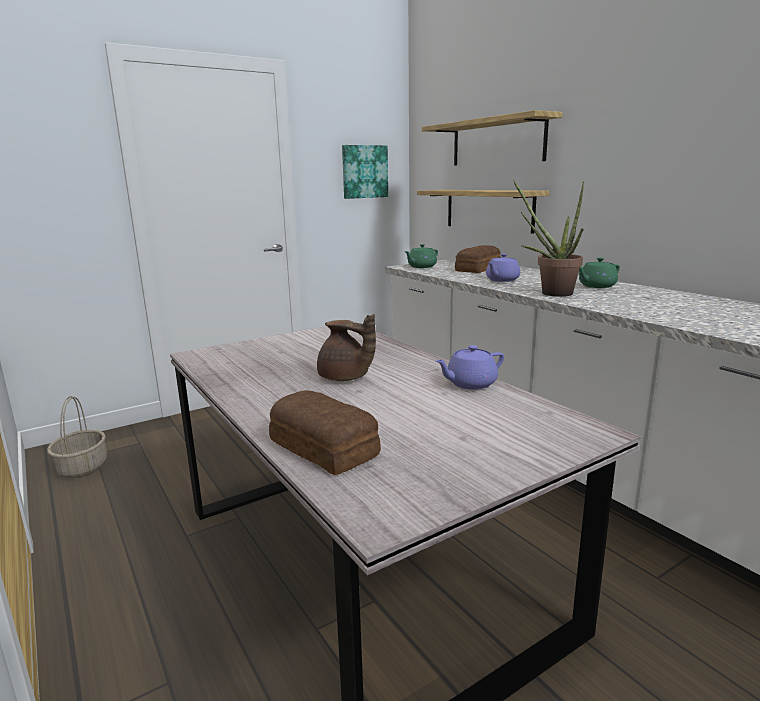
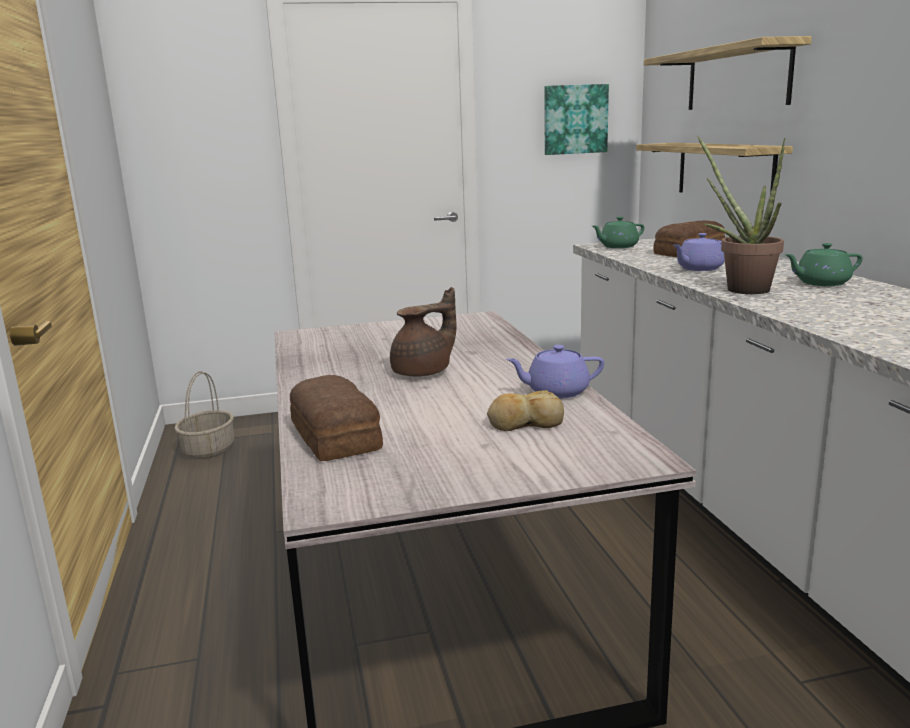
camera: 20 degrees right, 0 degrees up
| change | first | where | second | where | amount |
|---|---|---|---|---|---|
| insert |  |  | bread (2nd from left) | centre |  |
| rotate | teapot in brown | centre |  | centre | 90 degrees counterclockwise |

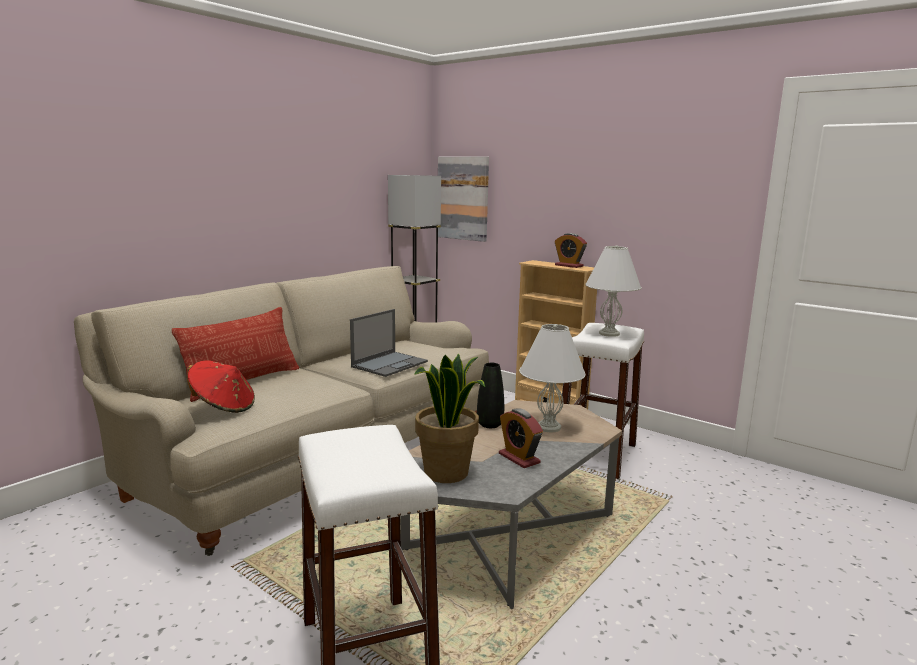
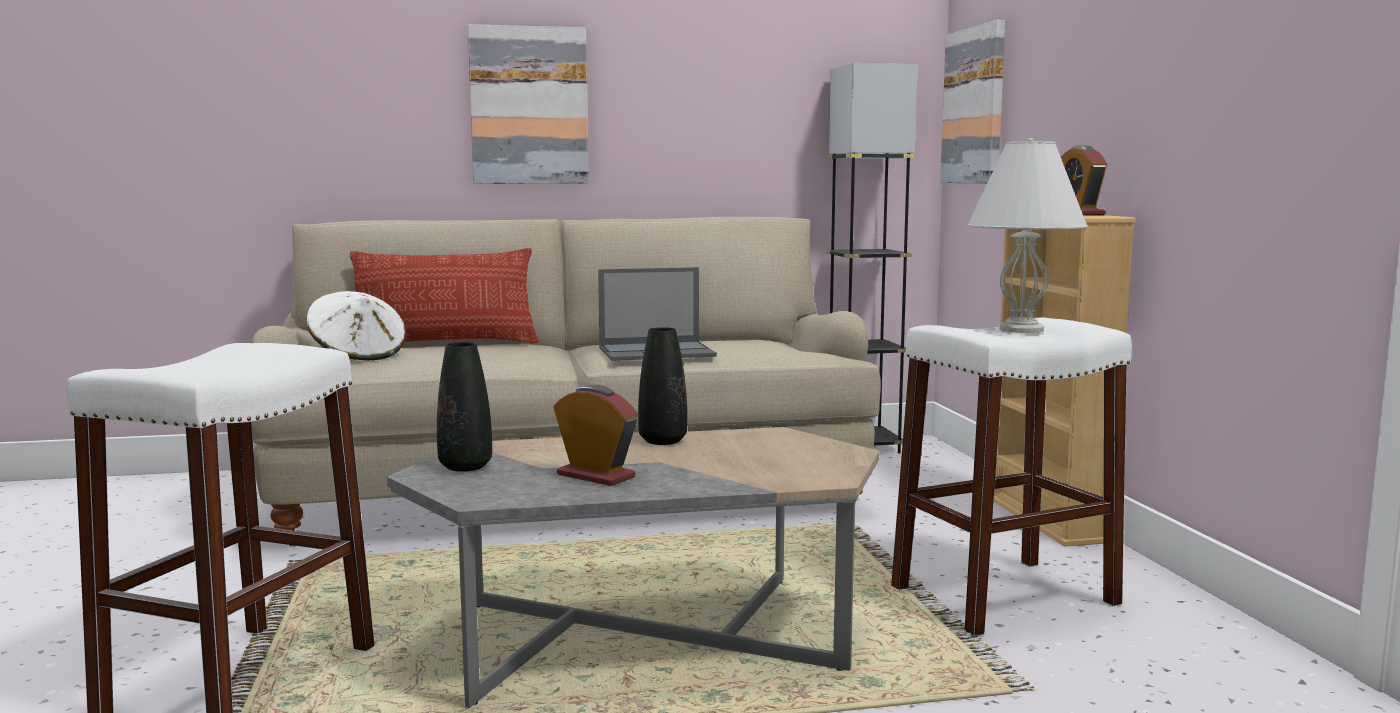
camera: 40 degrees right, 5 degrees down
| change | first | where | second | where | amount |
|---|---|---|---|---|---|
| delete | table lamp in white (1st from left) | centre |  |  |  |
| insert |  |  | picture (1st from left) | top centre |  |
| replace | potted plant | centre | vase in black (1st from left) | middle left |  |
| recolor | hat in red | middle left | hat in white | middle left |  |
| rotate | alarm clock (1st from left) | centre |  | centre | 120 degrees clockwise |

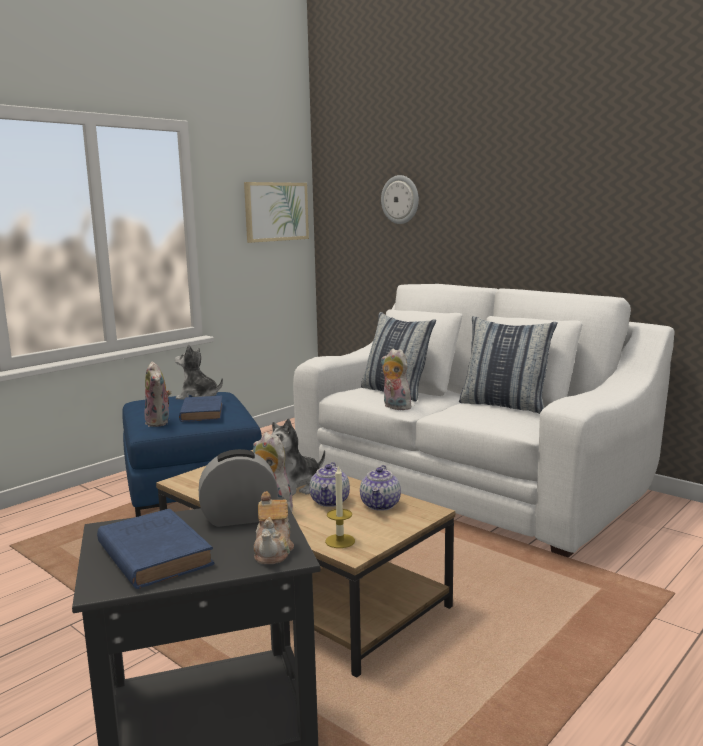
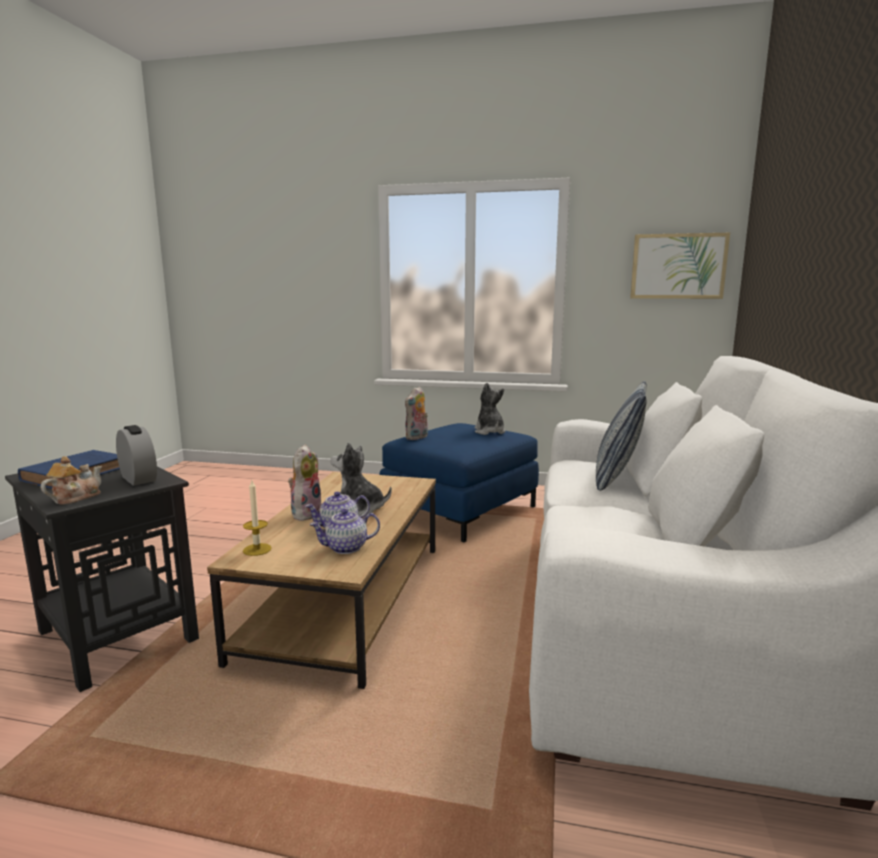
camera: 60 degrees right, 0 degrees up
| change | first | where | second | where | amount |
|---|---|---|---|---|---|
| delete | book in blue (2nd from left) | middle left |  |  |  |
| delete | wall clock | top centre |  |  |  |
| delete | plush toy (5th from left) | centre |  |  |  |
| delete | pillow (2nd from left) | middle right |  |  |  |
| rotate | teapot (1st from left) | bottom centre |  | middle left | 150 degrees clockwise |

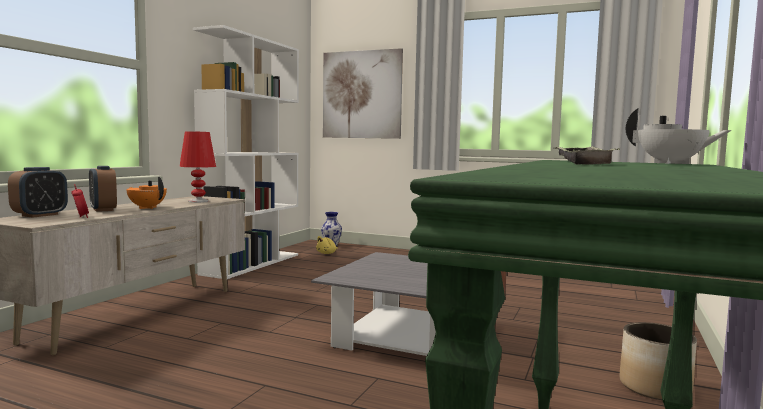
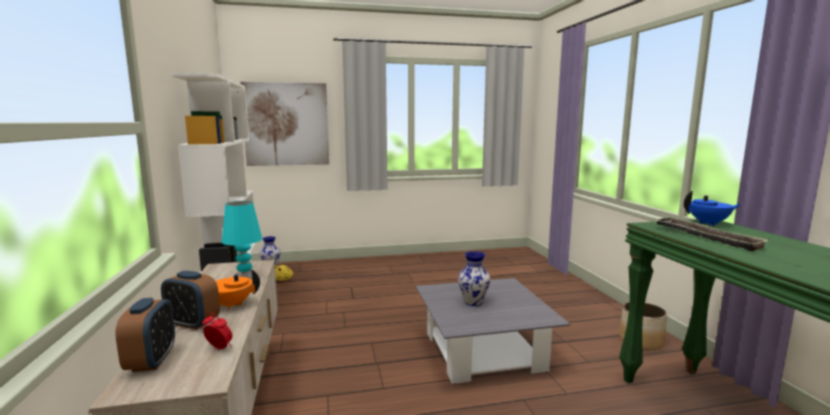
camera: 35 degrees left, 5 degrees up
| change | first | where | second | where | amount |
|---|---|---|---|---|---|
| insert |  |  | vase (2nd from left) | bottom centre |  |
| recolor | table lamp in red | middle left | table lamp in turquoise | middle left |  |
| recolor | teapot in white | top right | teapot in blue | middle right |  |

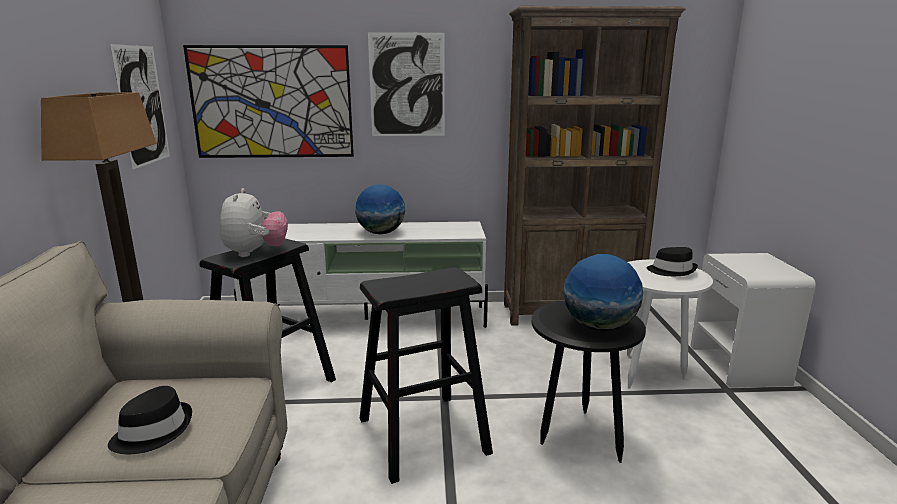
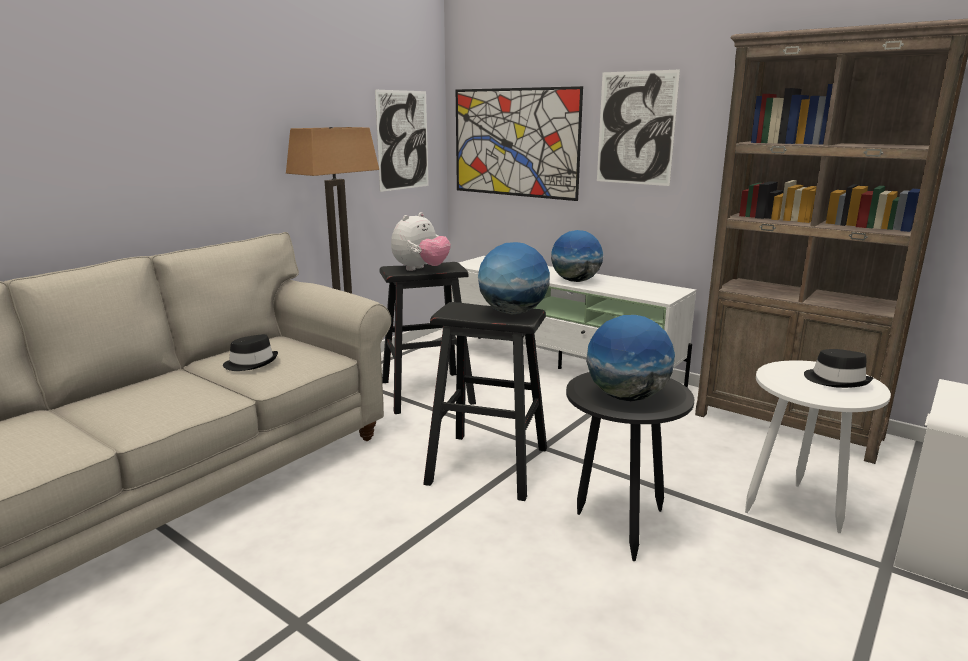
camera: 40 degrees right, 0 degrees up
| change | first | where | second | where | amount |
|---|---|---|---|---|---|
| insert |  |  | globe (1st from left) | centre |  |

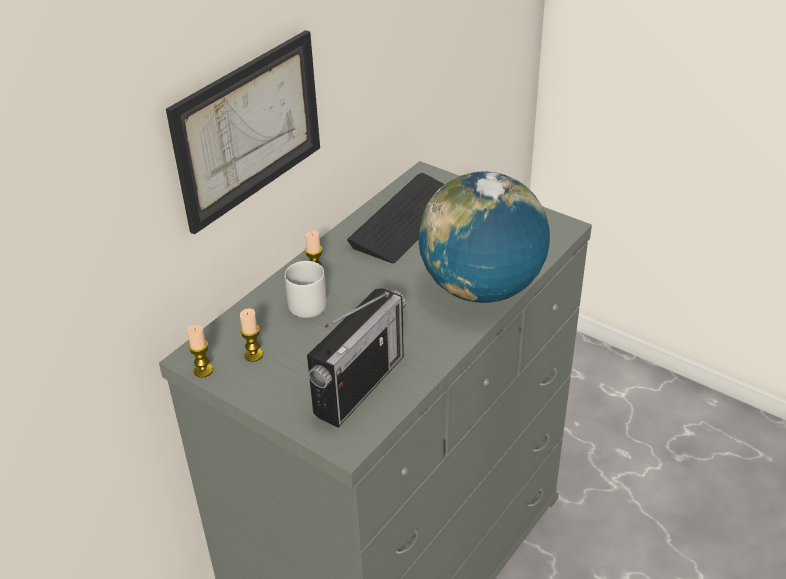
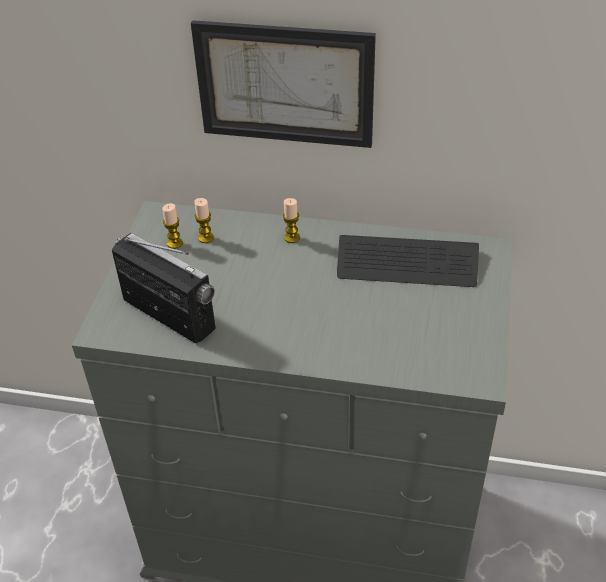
camera: 65 degrees right, 5 degrees up
| change | first | where | second | where | amount |
|---|---|---|---|---|---|
| delete | mug in grey | centre |  |  |  |
| delete | globe | centre |  |  |  |
| move | candle (1st from left in the first image) | middle left | candle (2nd from left) | centre |  |
| rotate | radio | centre |  | middle left | 150 degrees counterclockwise |

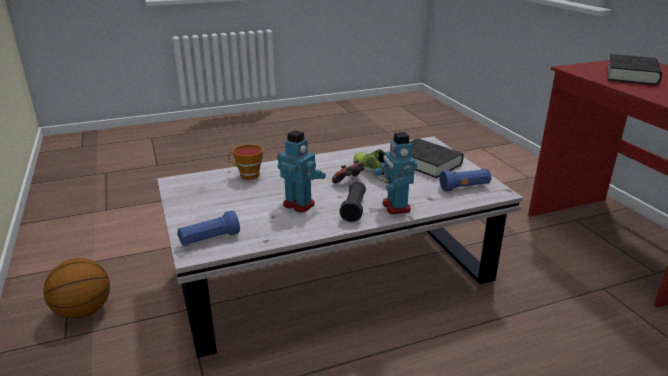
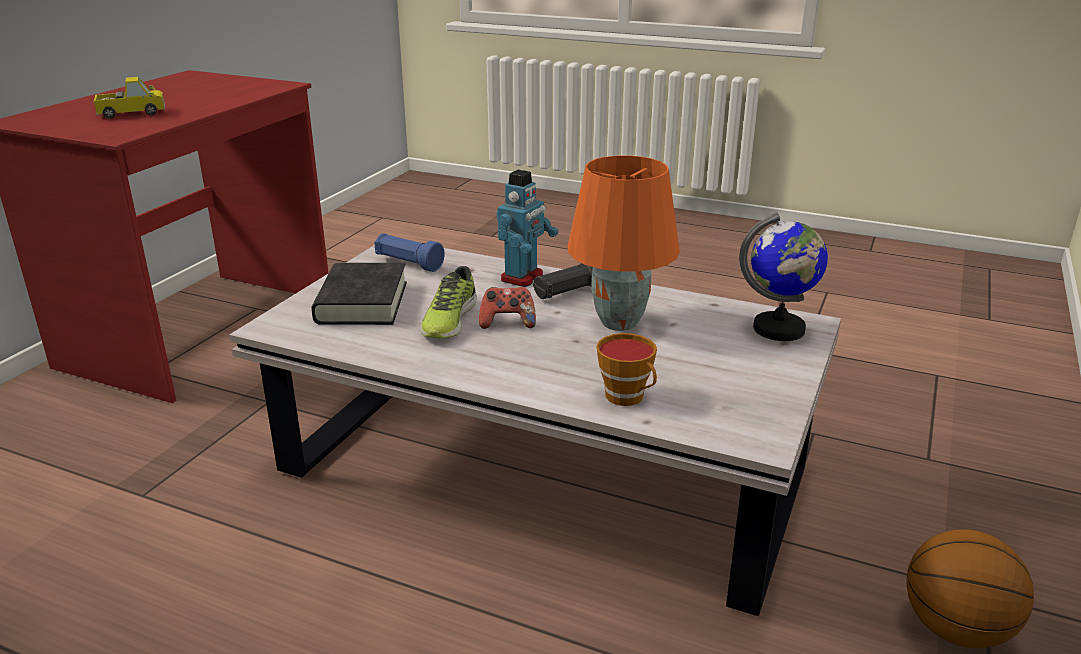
camera: 135 degrees left, 0 degrees up
| change | first | where | second | where | amount |
|---|---|---|---|---|---|
| replace | flashlight in blue (1st from left) | middle left | globe | middle right |  |
| replace | toy robot (1st from left) | centre | table lamp in orange | centre |  |
| replace | book in black (2nd from left) | top right | toy truck | top left |  |

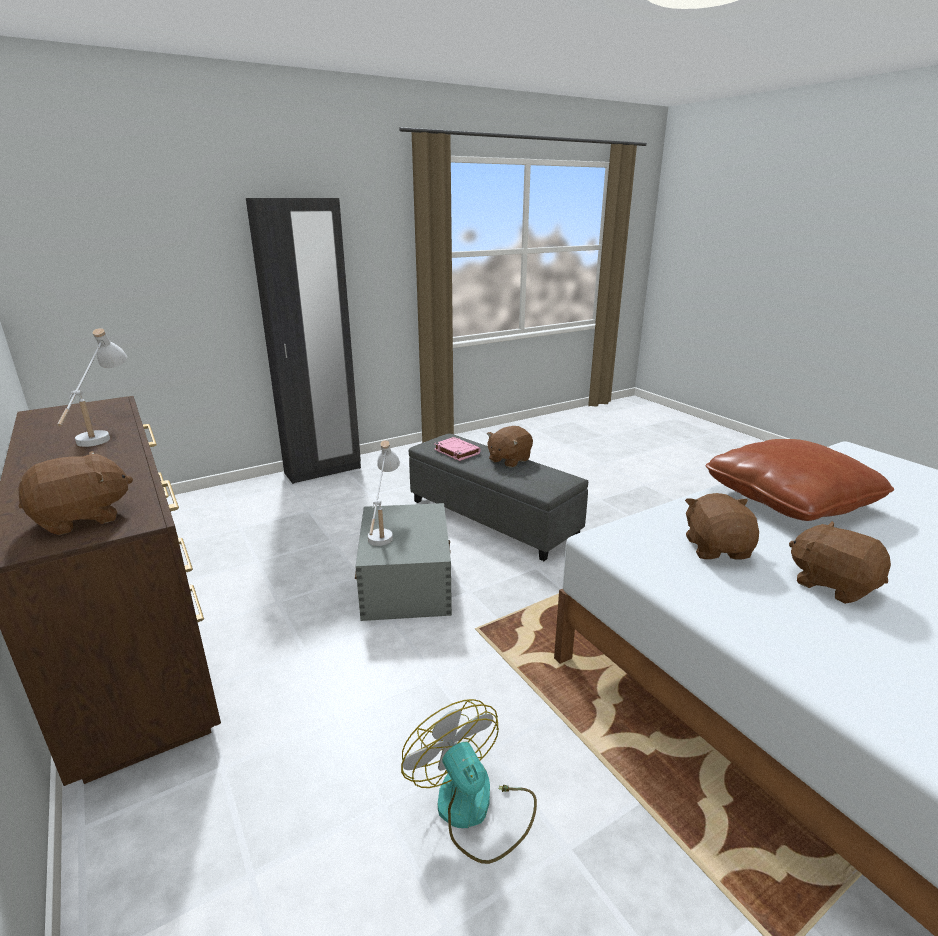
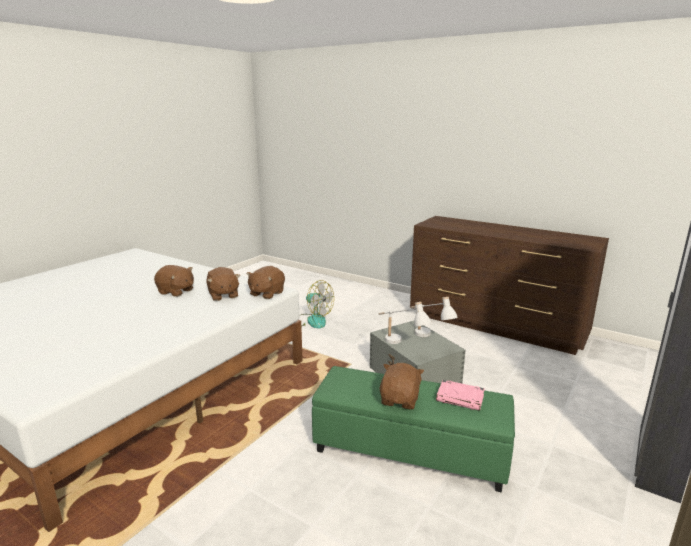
camera: 155 degrees right, 5 degrees down
| change | first | where | second | where | amount |
|---|---|---|---|---|---|
| delete | pillow in brown | middle right |  |  |  |
| move | plush toy in brown (1st from left in the first image) | middle left | plush toy in brown (3rd from left) | centre |  |
| move | table lamp in white (1st from left) | middle left |  | centre |  |
| recolor | ottoman in grey | centre | ottoman in green | bottom centre |  |

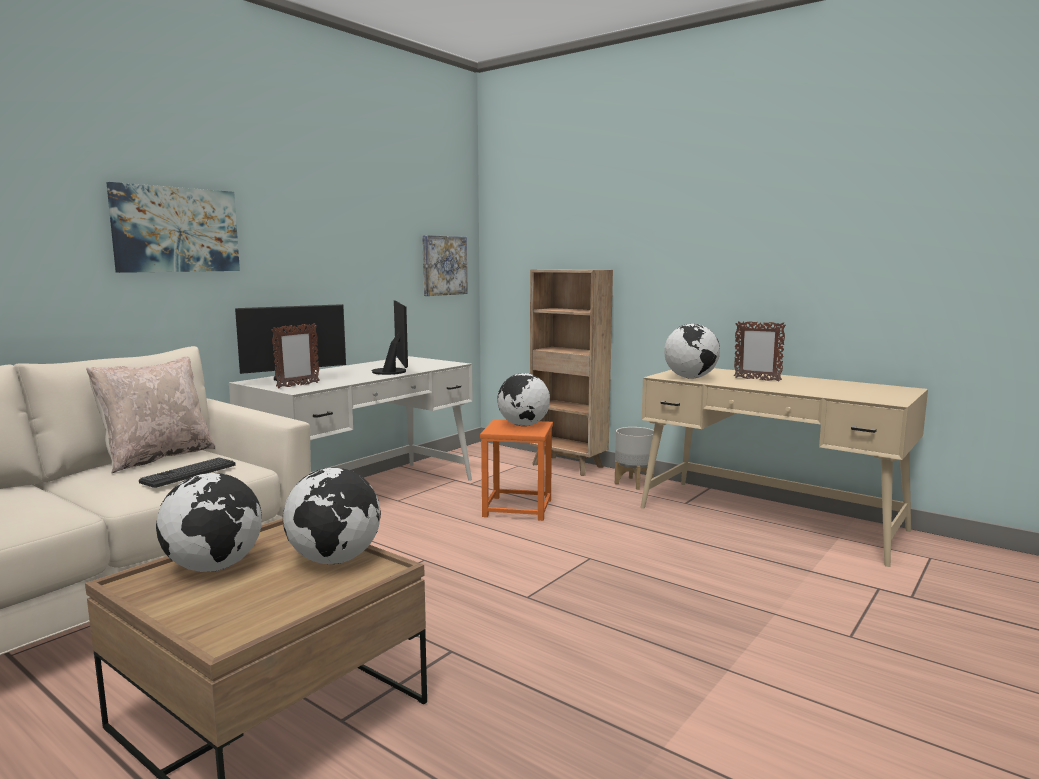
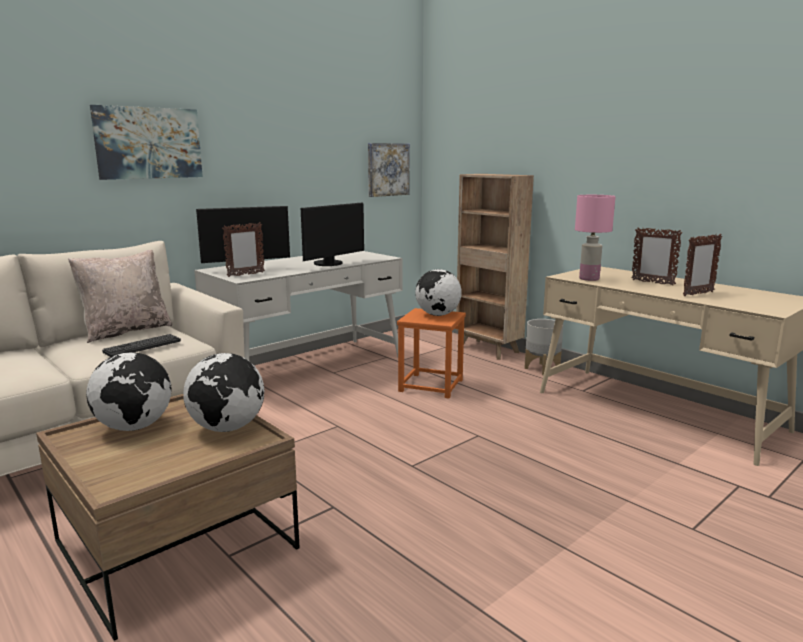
camera: 10 degrees right, 5 degrees up
| change | first | where | second | where | amount |
|---|---|---|---|---|---|
| insert |  |  | picture frame (3rd from left) | middle right |  |
| replace | globe (4th from left) | centre | table lamp in pink | middle right |  |
| rotate | monitor (2nd from left) | centre |  | centre | 45 degrees clockwise |

